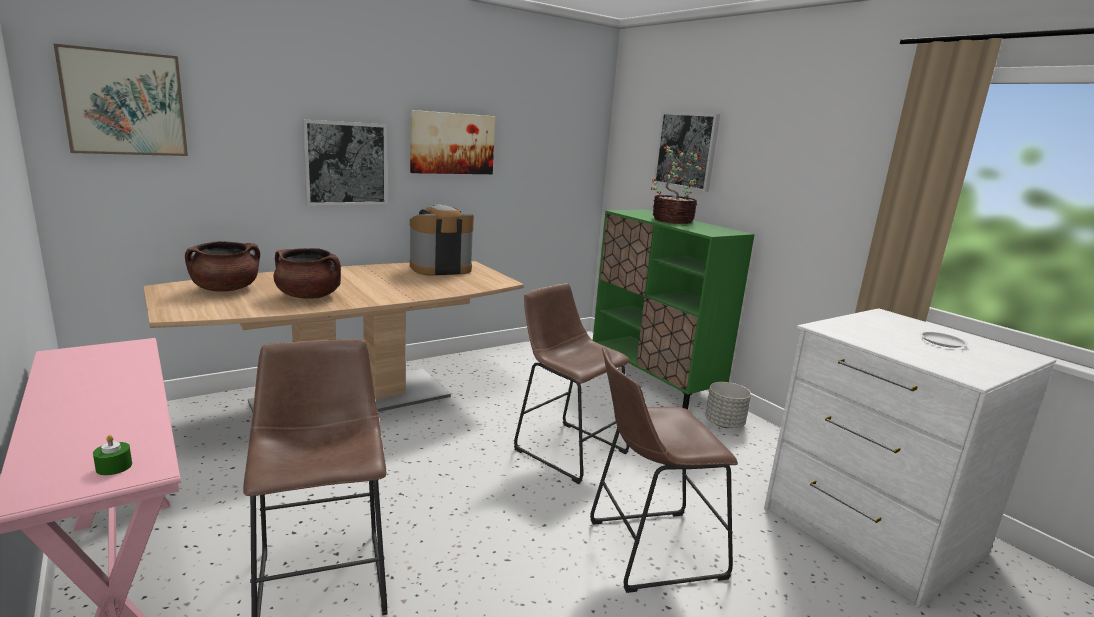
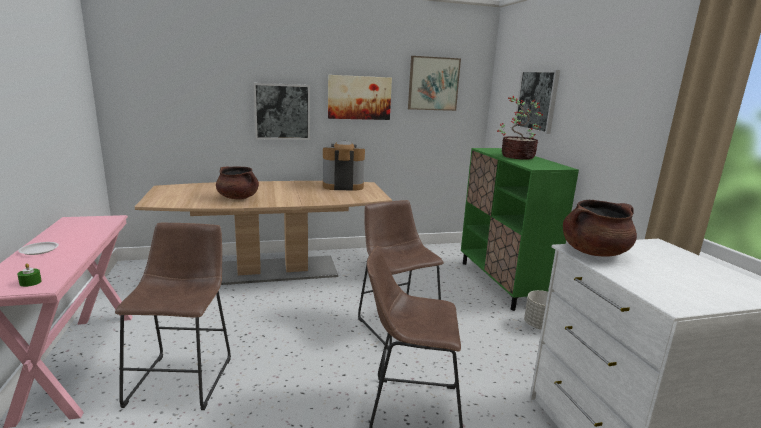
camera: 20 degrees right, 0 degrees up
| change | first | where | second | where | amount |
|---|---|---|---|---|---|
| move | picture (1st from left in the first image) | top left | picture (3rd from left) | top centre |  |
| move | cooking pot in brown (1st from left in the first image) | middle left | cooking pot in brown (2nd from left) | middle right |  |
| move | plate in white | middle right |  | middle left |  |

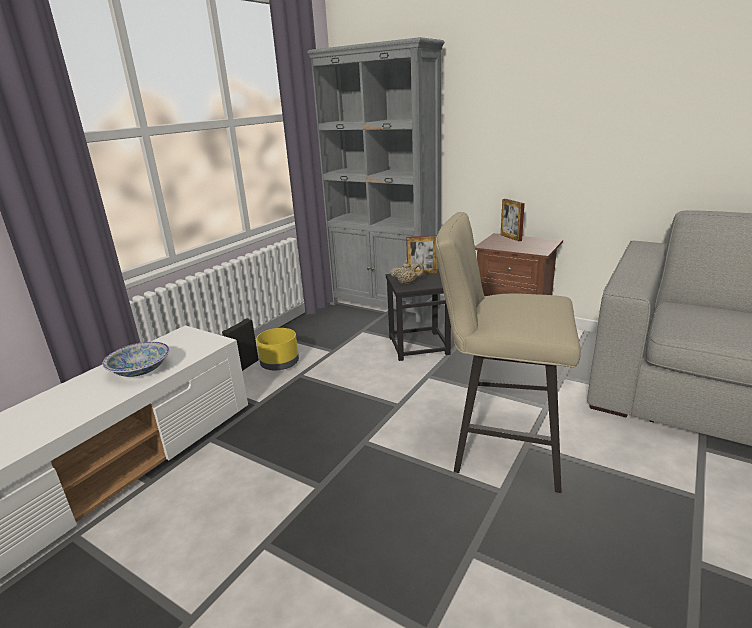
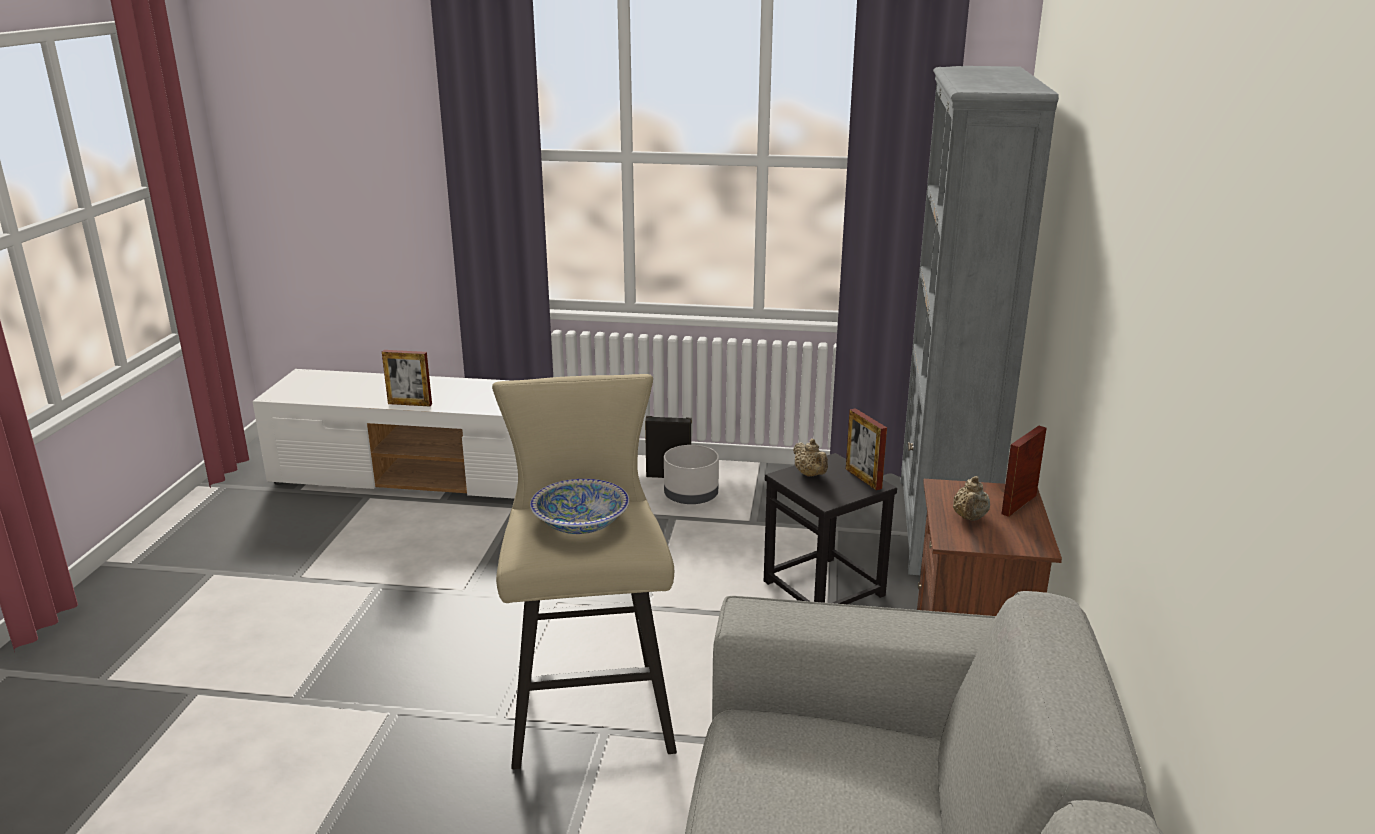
camera: 65 degrees right, 0 degrees up
| change | first | where | second | where | amount |
|---|---|---|---|---|---|
| insert |  |  | picture frame (1st from left) | middle left |  |
| insert |  |  | teapot in beige (2nd from left) | middle right |  |
| move | bowl | middle left |  | centre |  |
| recolor | planter in yellow | centre | planter in grey | centre |  |

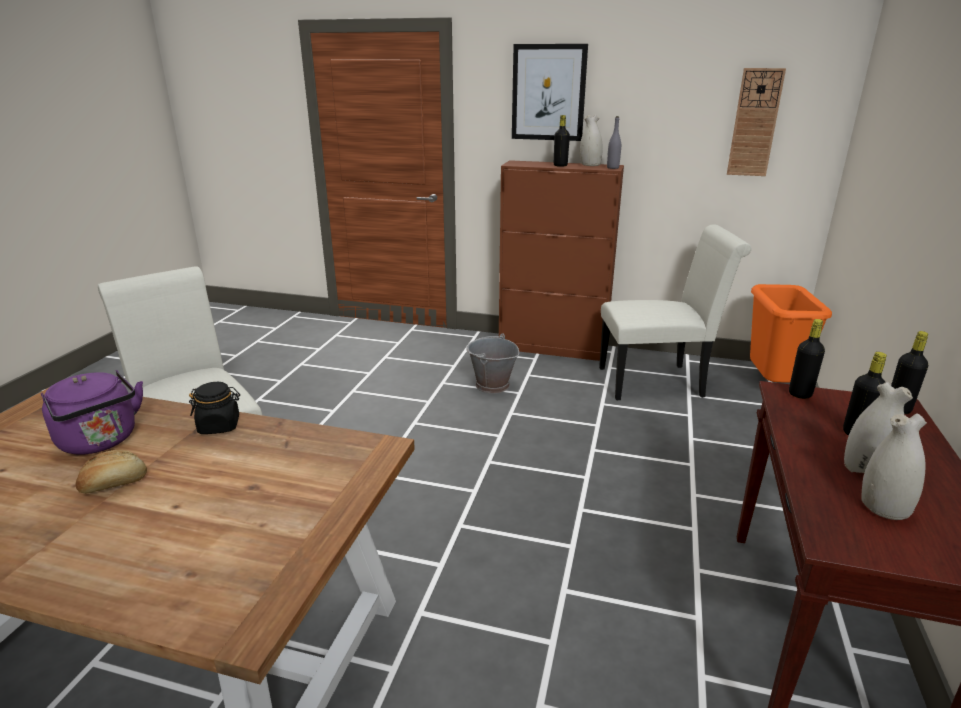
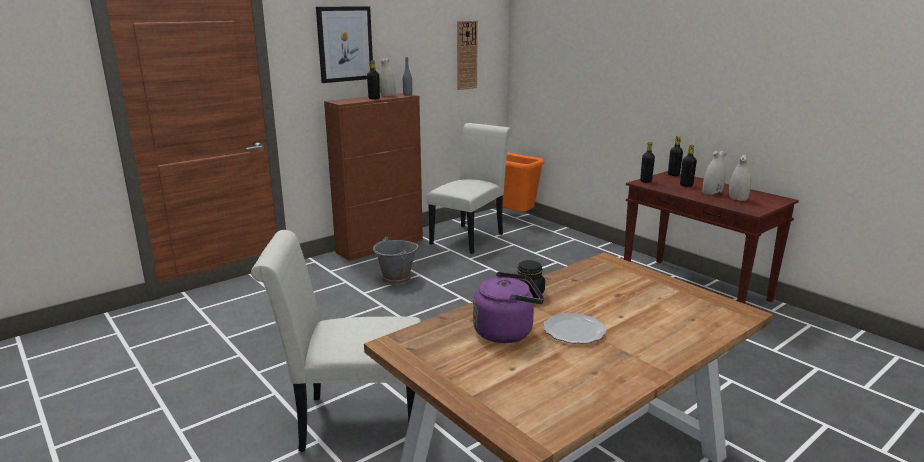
camera: 55 degrees left, 5 degrees down
| change | first | where | second | where | amount |
|---|---|---|---|---|---|
| replace | bread | bottom left | plate | bottom centre |  |

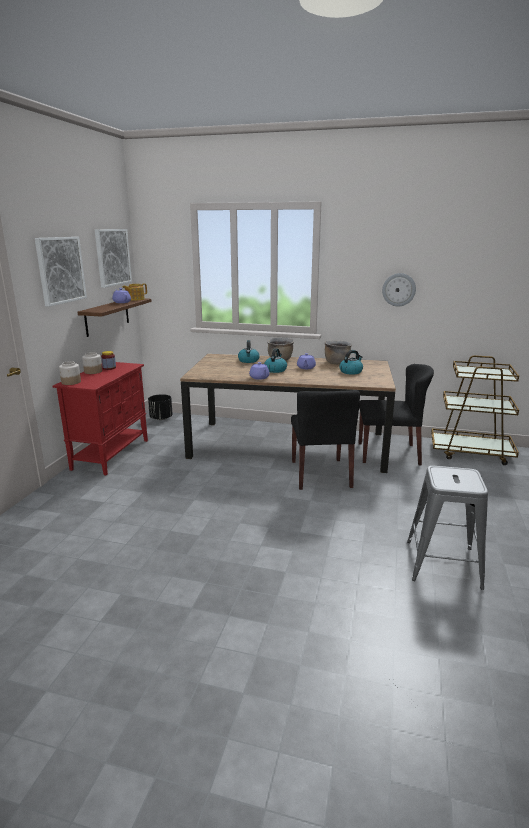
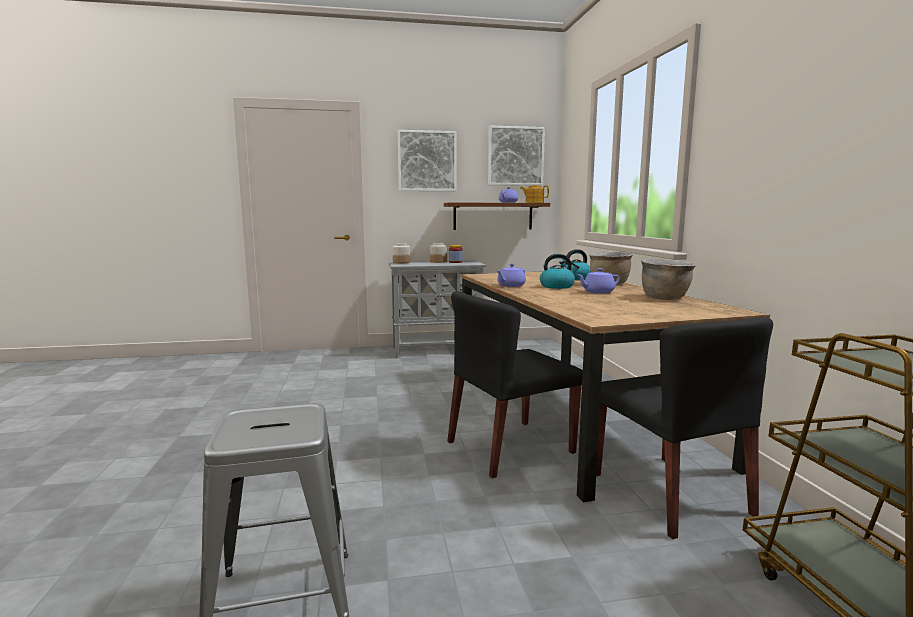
camera: 65 degrees right, 10 degrees down
| change | first | where | second | where | amount |
|---|---|---|---|---|---|
| delete | planter in black | middle left |  |  |  |
| delete | kettle (3rd from left) | centre |  |  |  |
| delete | wall clock | middle right |  |  |  |
| recolor | cabinet in red | middle left | cabinet in grey | centre |  |

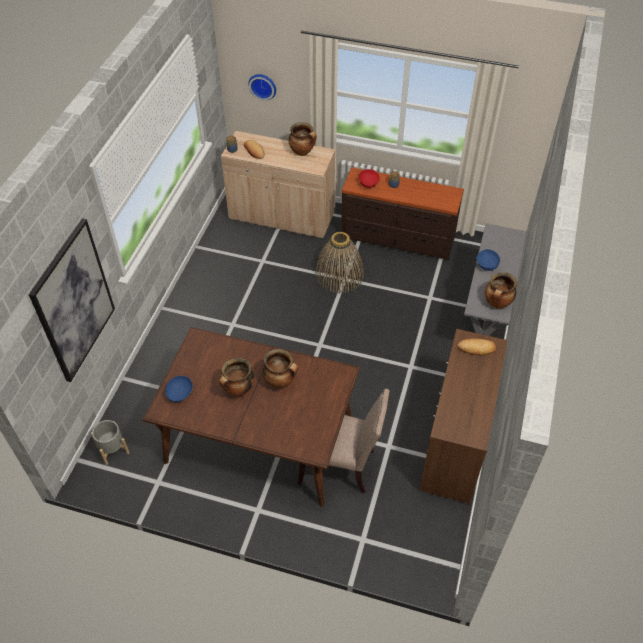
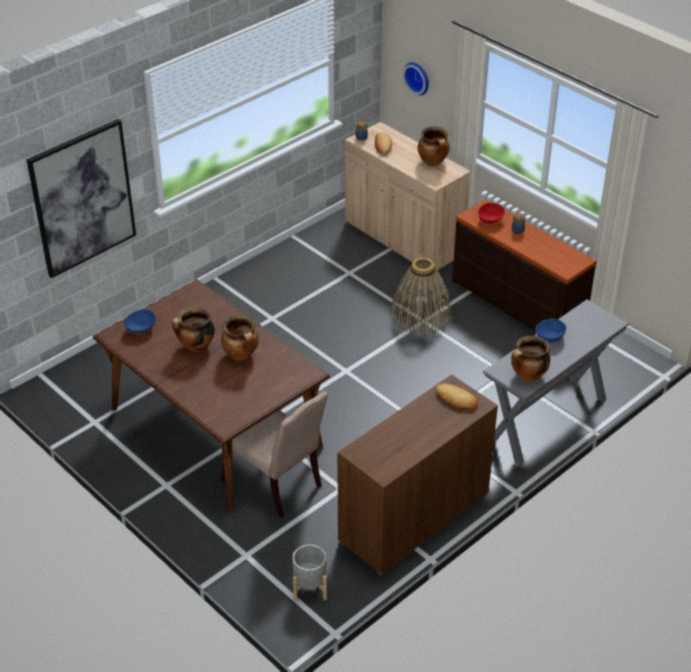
camera: 30 degrees right, 10 degrees down
| change | first | where | second | where | amount |
|---|---|---|---|---|---|
| move | planter in grey | bottom left |  | bottom centre |  |

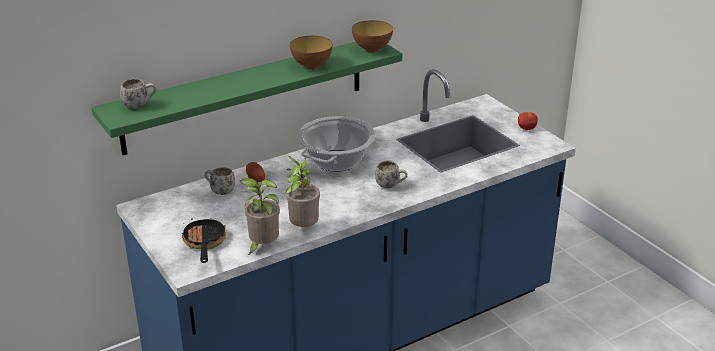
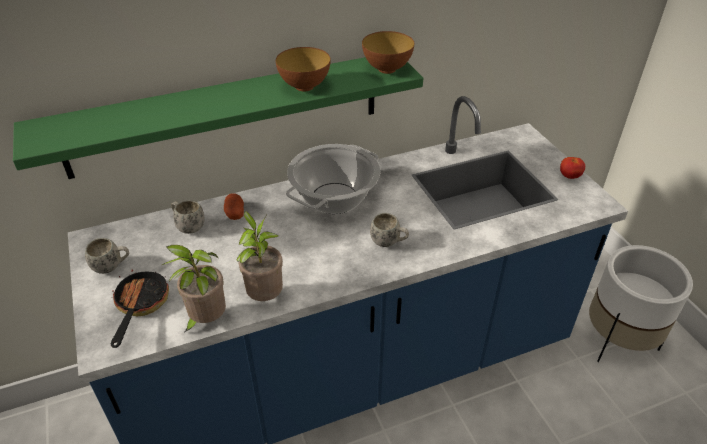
camera: 10 degrees right, 10 degrees up
| change | first | where | second | where | amount |
|---|---|---|---|---|---|
| insert |  |  | planter in white | bottom right |  |
| move | mug in white (1st from left) | top left |  | middle left |  |

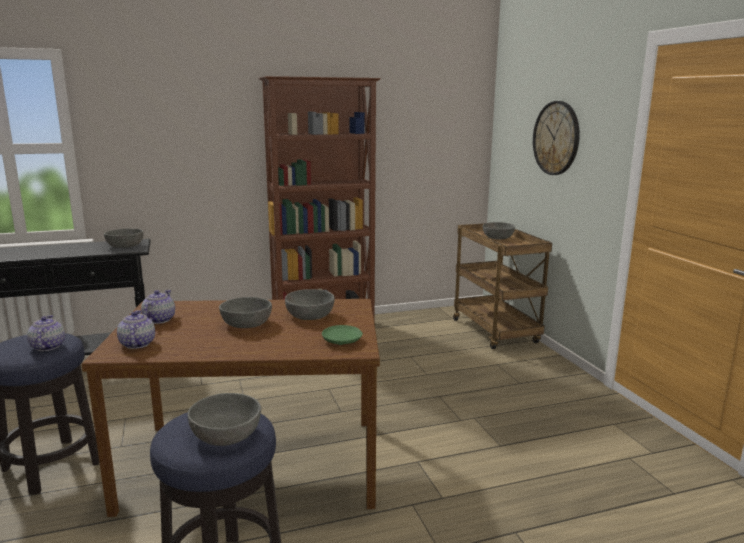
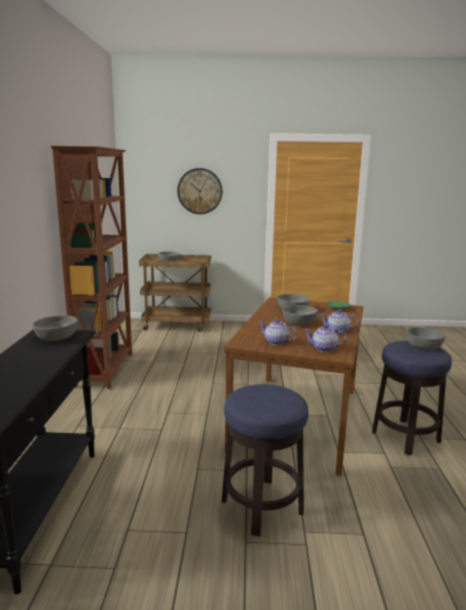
camera: 70 degrees left, 0 degrees up
| change | first | where | second | where | amount |
|---|---|---|---|---|---|
| move | teapot (1st from left in the first image) | middle left | teapot (3rd from left) | middle right |  |

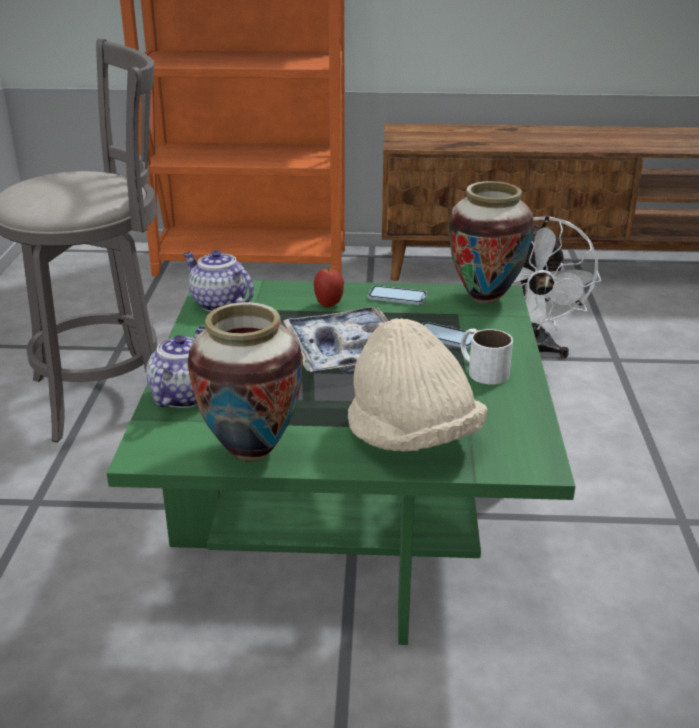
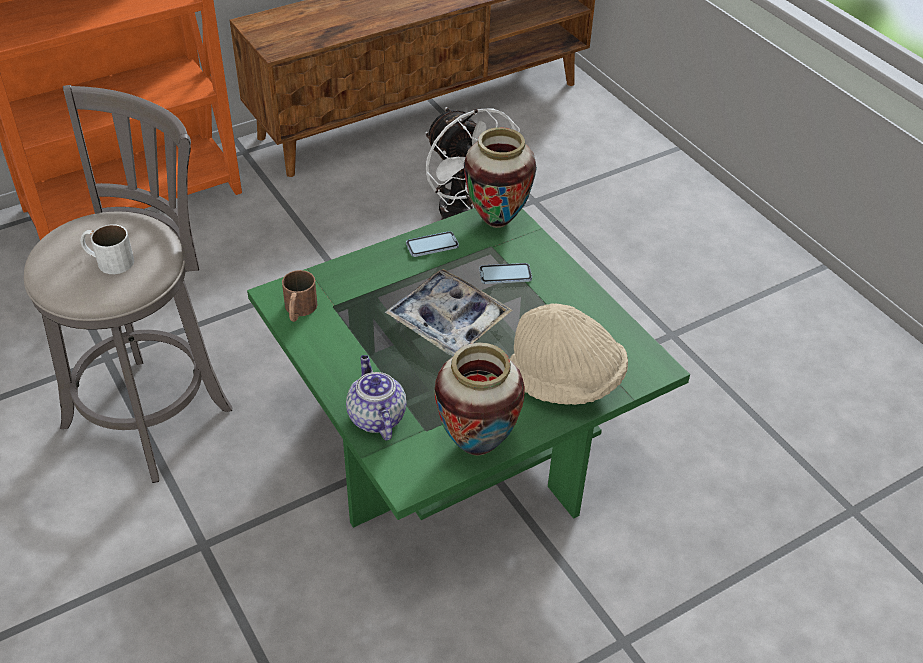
camera: 35 degrees left, 15 degrees up
| change | first | where | second | where | amount |
|---|---|---|---|---|---|
| delete | apple | centre |  |  |  |
| move | mug in white | middle right |  | middle left |  |
| replace | teapot (2nd from left) | middle left | mug in brown | middle left |  |

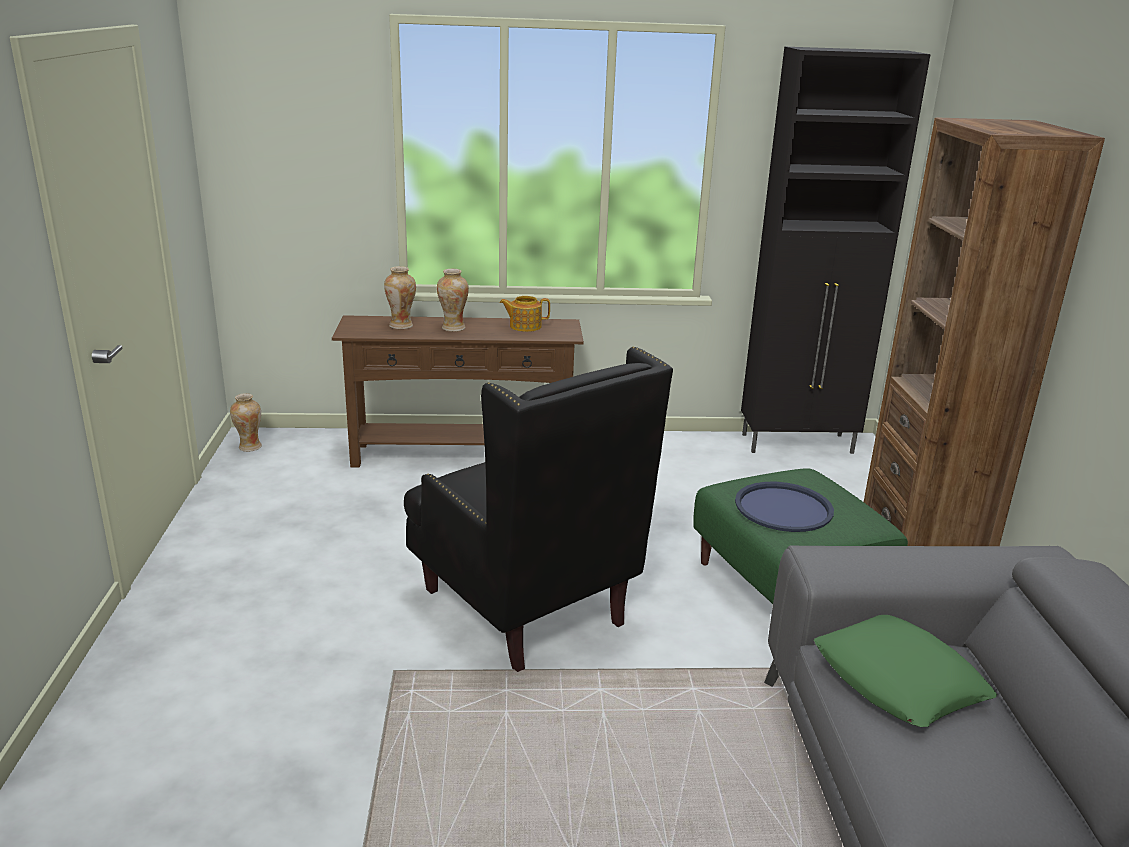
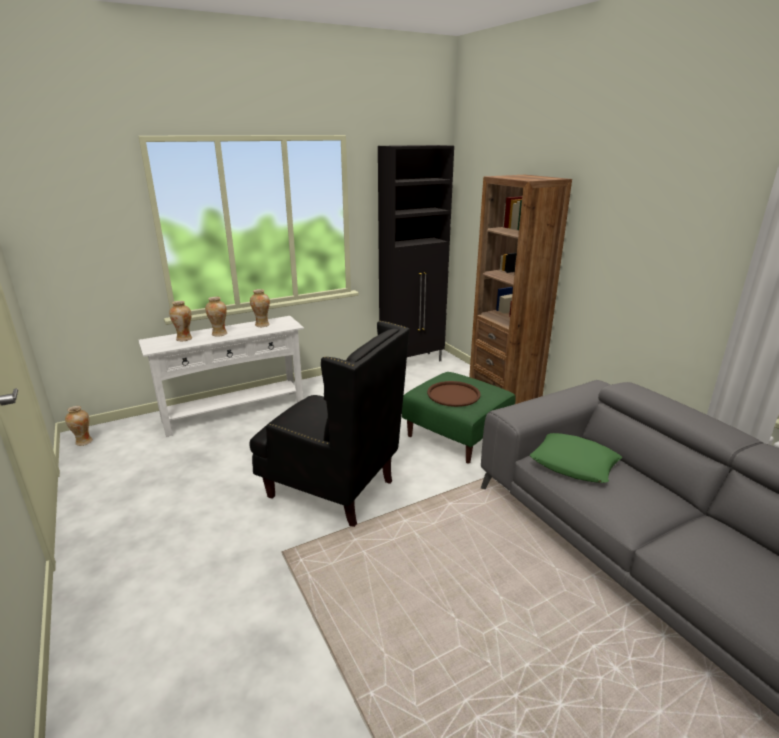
camera: 25 degrees left, 0 degrees up
| change | first | where | second | where | amount |
|---|---|---|---|---|---|
| replace | teapot | centre | vase (4th from left) | centre |  |
| recolor | console table in brown | centre | console table in white | middle left |  |
| recolor | tray in blue | middle right | tray in brown | centre |  |

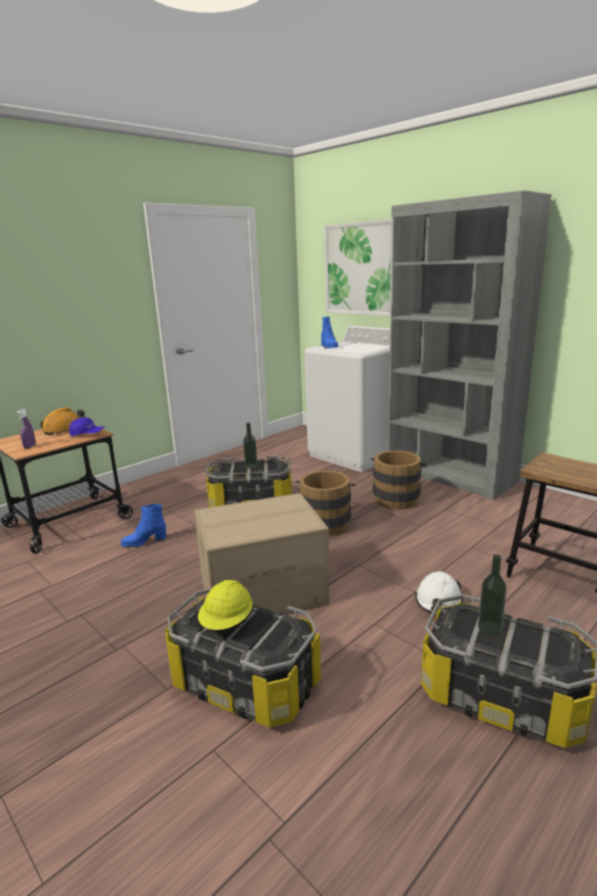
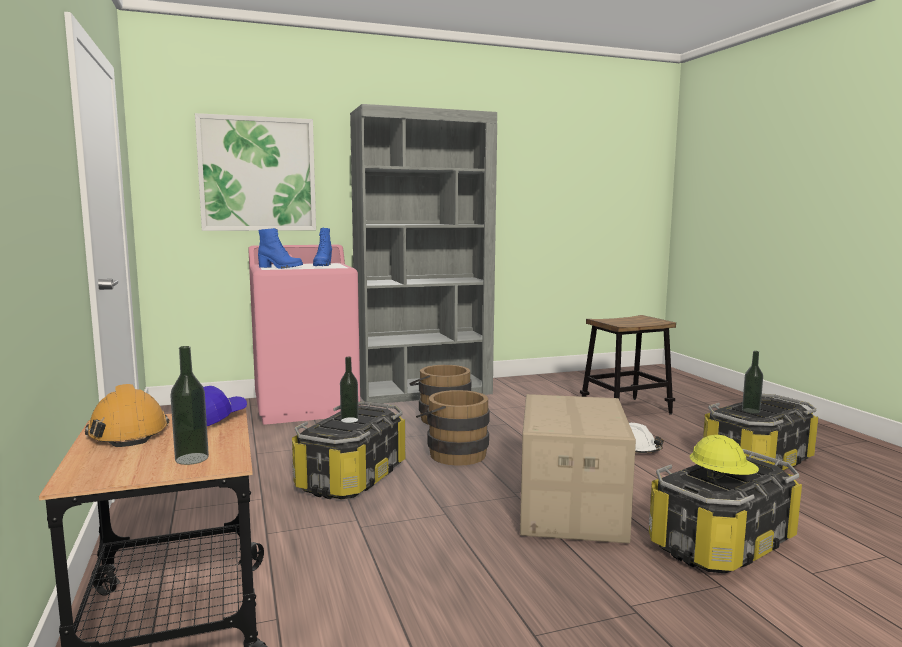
camera: 65 degrees left, 10 degrees down
| change | first | where | second | where | amount |
|---|---|---|---|---|---|
| move | boot in blue (1st from left in the first image) | middle left | boot in blue (2nd from left) | centre |  |
| replace | spray bottle in purple | middle left | bottle (1st from left) | middle left |  |
| recolor | washing machine in white | centre | washing machine in pink | centre |  |

